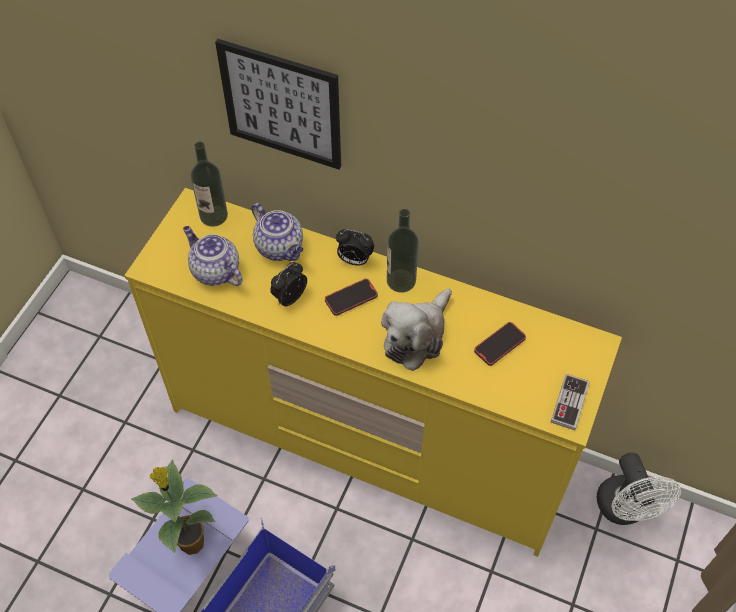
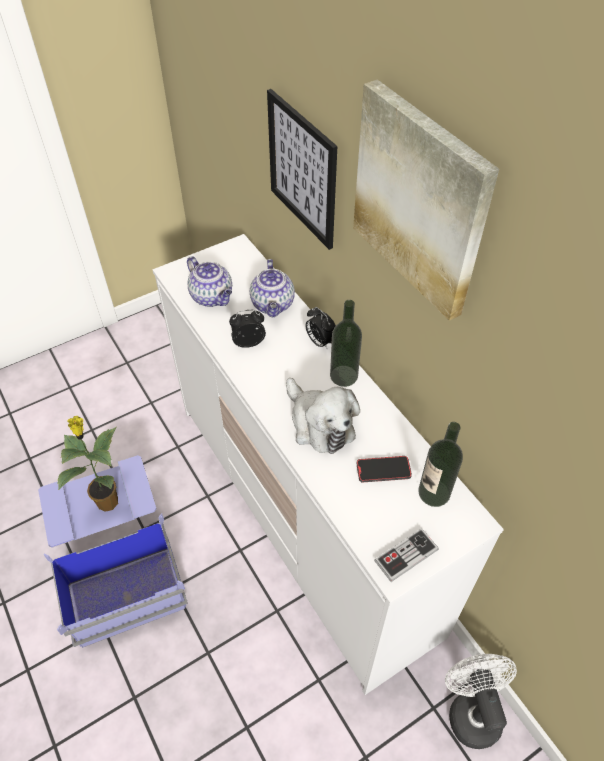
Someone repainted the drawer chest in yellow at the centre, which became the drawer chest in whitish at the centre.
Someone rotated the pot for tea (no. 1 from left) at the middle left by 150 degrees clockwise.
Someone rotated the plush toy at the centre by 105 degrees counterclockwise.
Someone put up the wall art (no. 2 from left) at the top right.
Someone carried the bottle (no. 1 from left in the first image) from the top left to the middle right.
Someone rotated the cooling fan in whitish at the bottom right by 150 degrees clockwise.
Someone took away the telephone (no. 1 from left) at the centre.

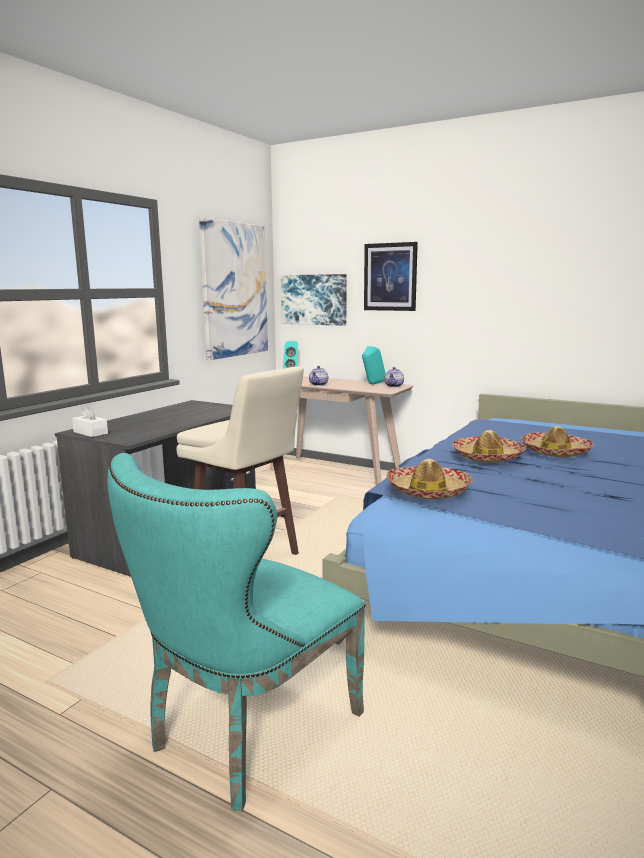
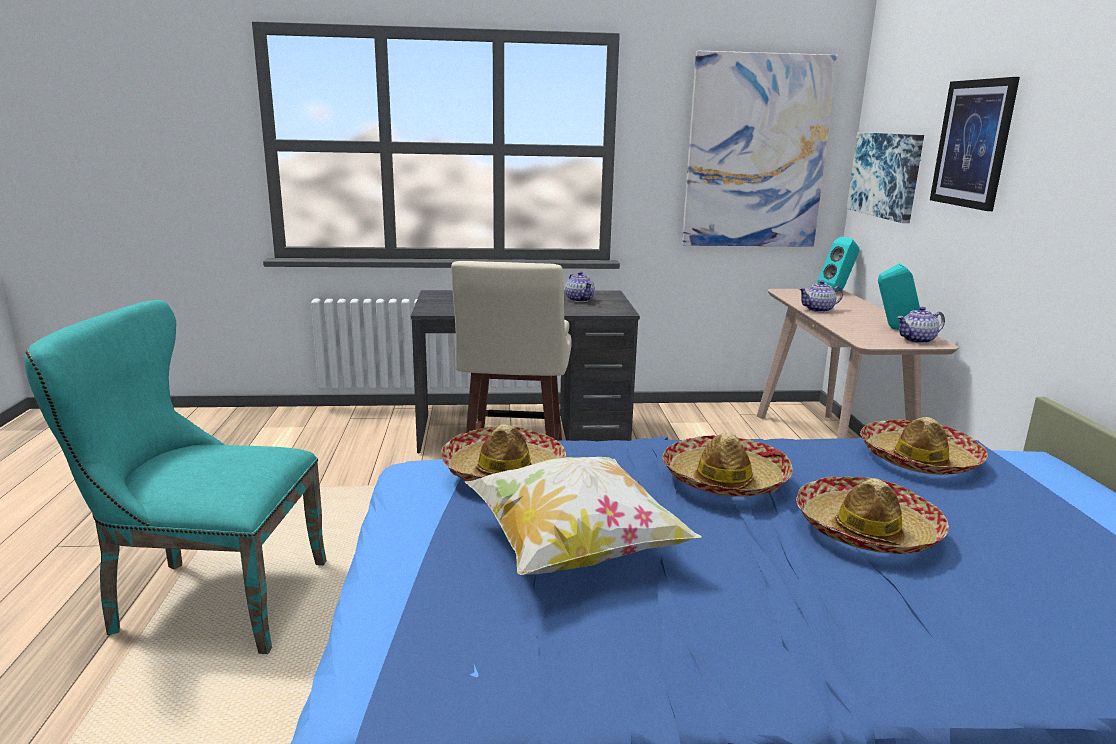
Someone put down the cushion at the bottom centre.
Someone put down the pot for tea (no. 1 from left) at the centre.
Someone put down the clothing hat (no. 4 from left) at the middle right.
Someone took away the tissue holder in whitish at the middle left.

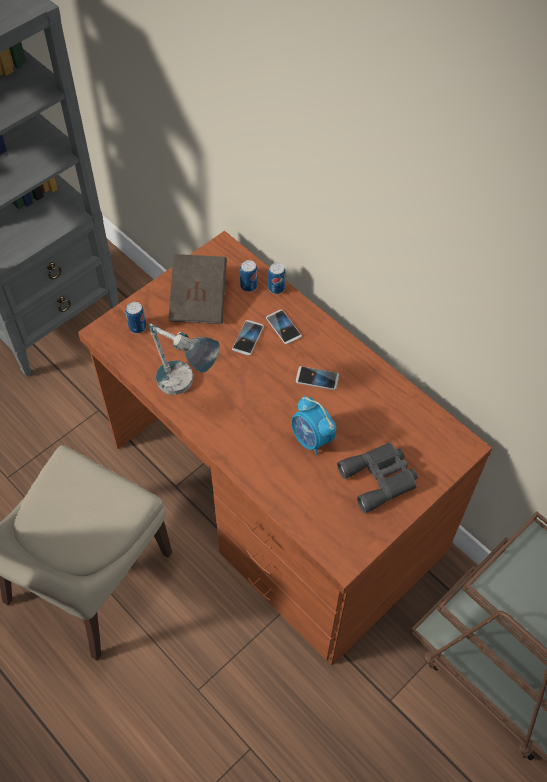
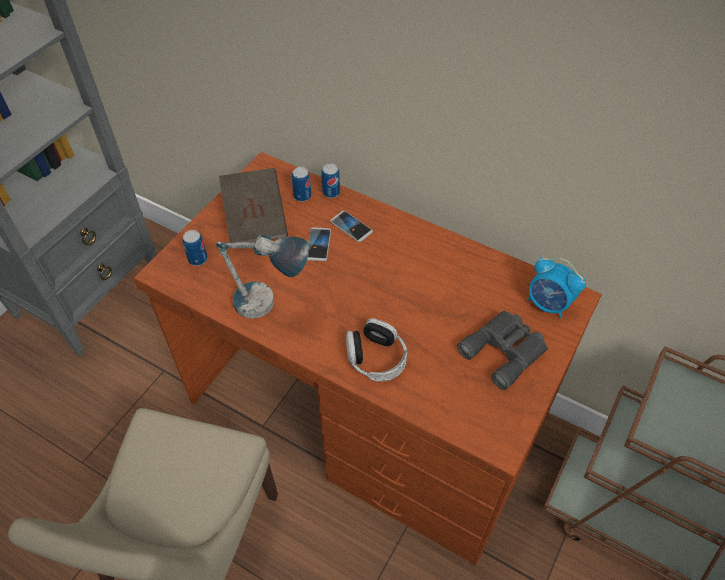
Someone put down the headphones at the centre.
Someone carried the table clock from the centre to the middle right.
Someone took away the telephone (no. 3 from left) at the centre.

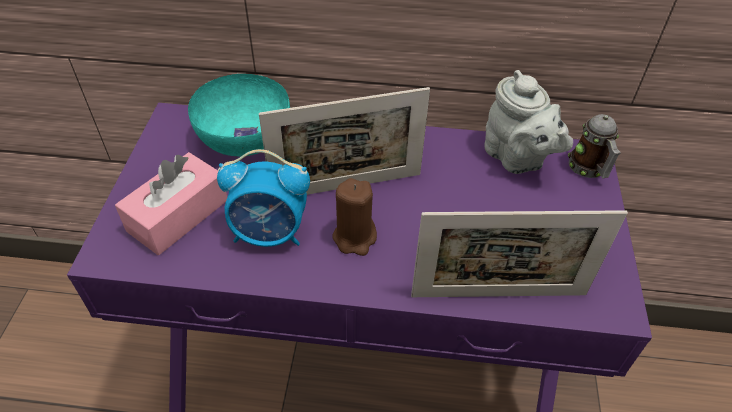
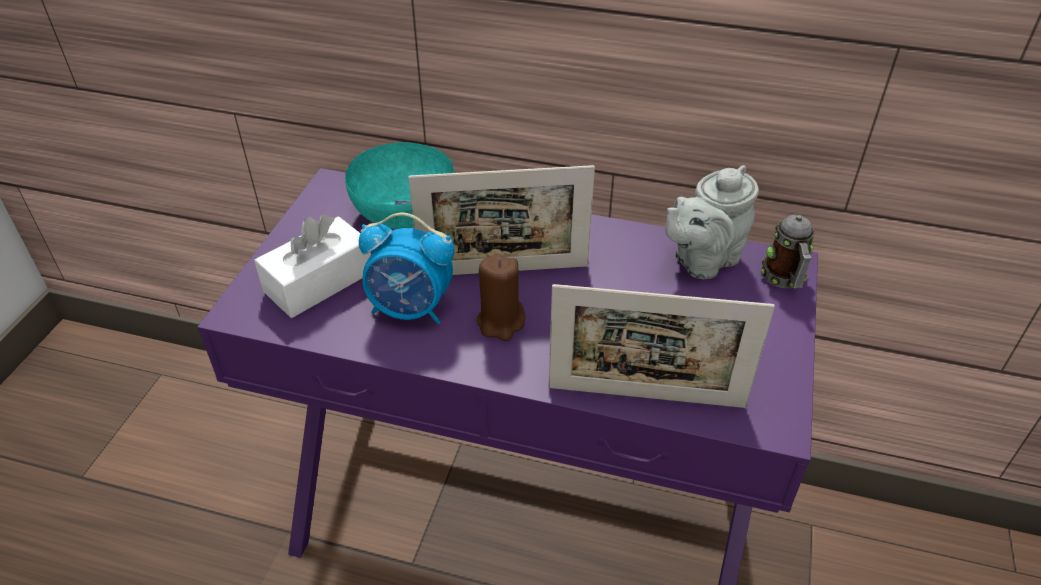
Someone repainted the tissue holder in pink at the middle left, which became the tissue holder in whitish at the middle left.
Someone rotated the pot for tea in gray at the top right by 75 degrees clockwise.

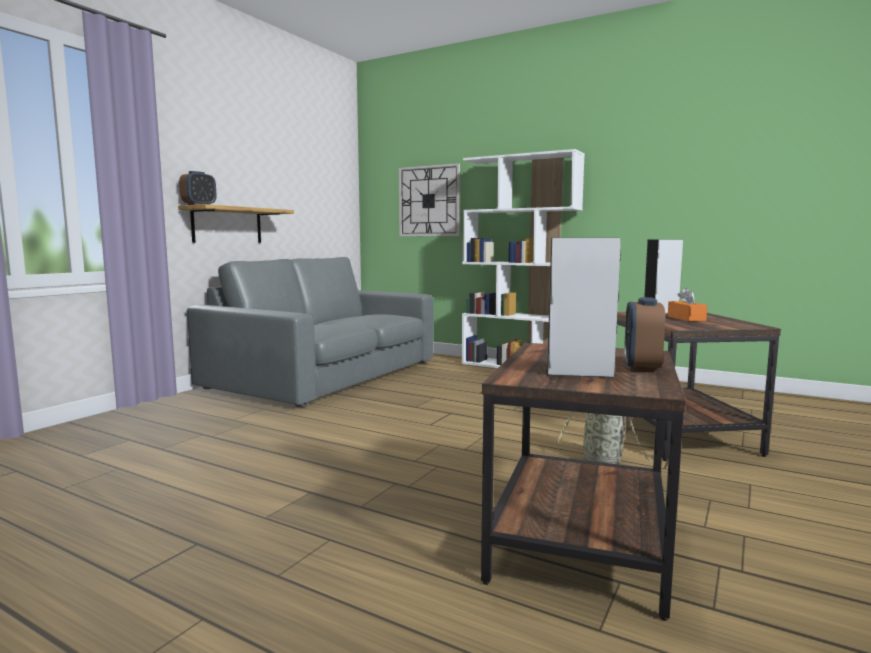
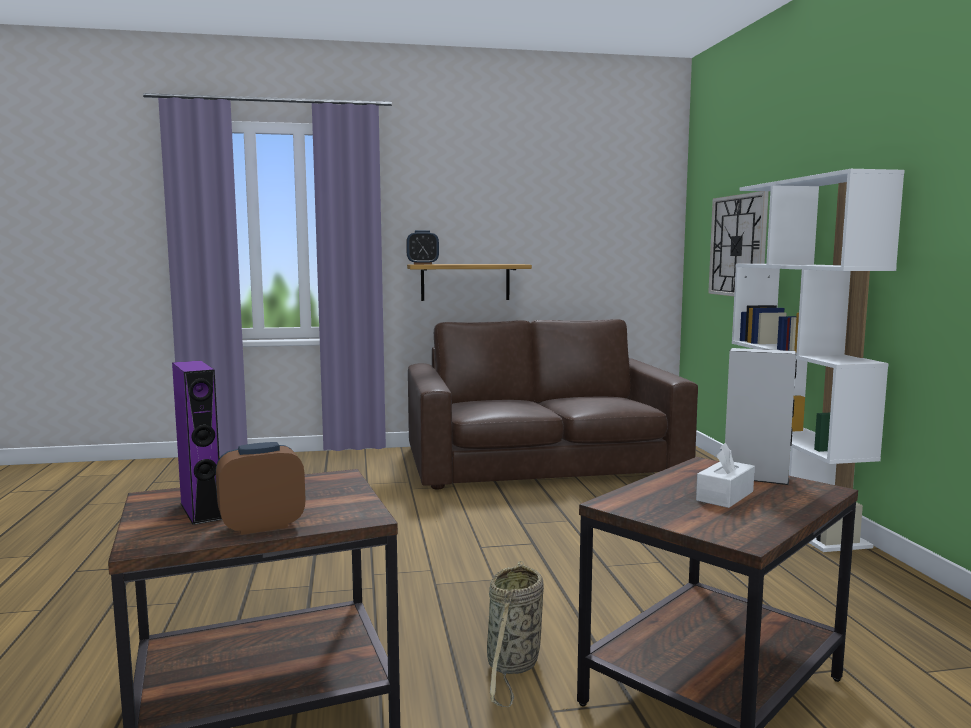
Someone repainted the loudspeaker in gray (no. 1 from left) at the middle right, which became the loudspeaker in purple at the middle left.
Someone repainted the sofa in gray at the centre, which became the sofa in brown at the centre.
Someone repainted the tissue holder in orangey at the middle right, which became the tissue holder in whitish at the middle right.

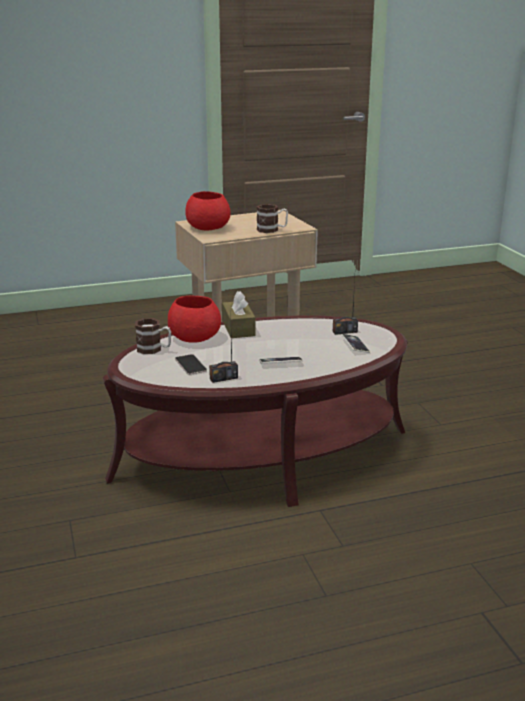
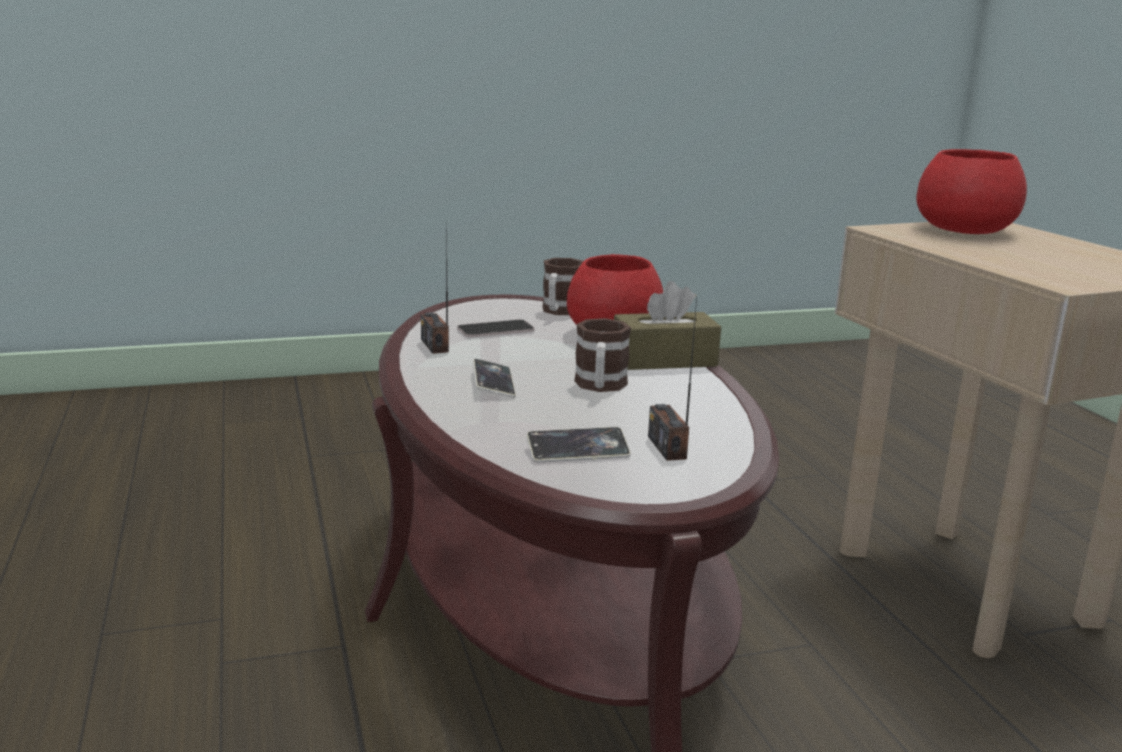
Someone carried the tea mug (no. 2 from left) from the top centre to the centre.

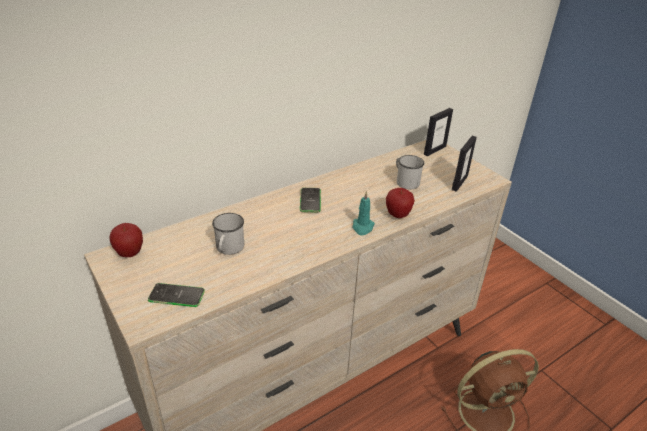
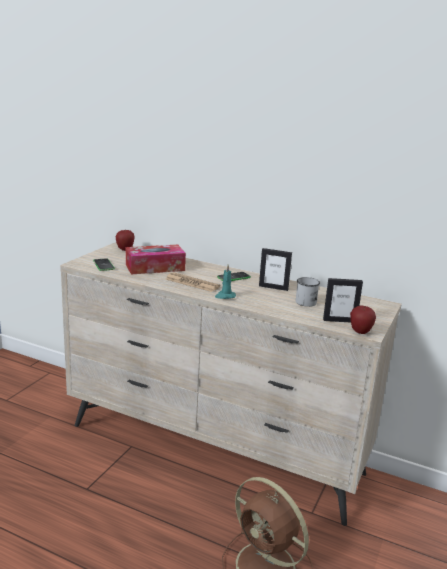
Someone swapped the tea mug in whitish (no. 1 from left) at the centre for the tissue holder at the centre.
Someone put down the newspaper at the centre.
Someone carried the photo frame (no. 1 from left) from the top right to the centre.
Someone carried the whole apple (no. 2 from left) from the centre to the middle right.

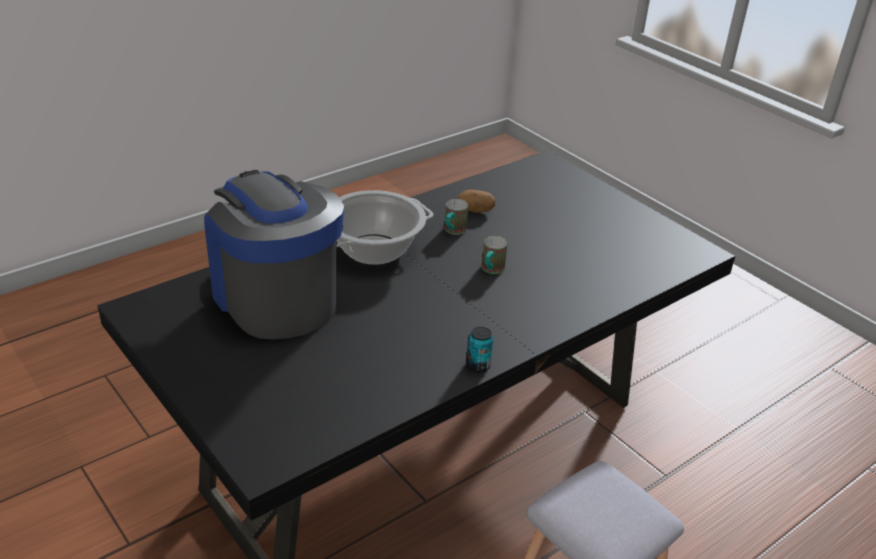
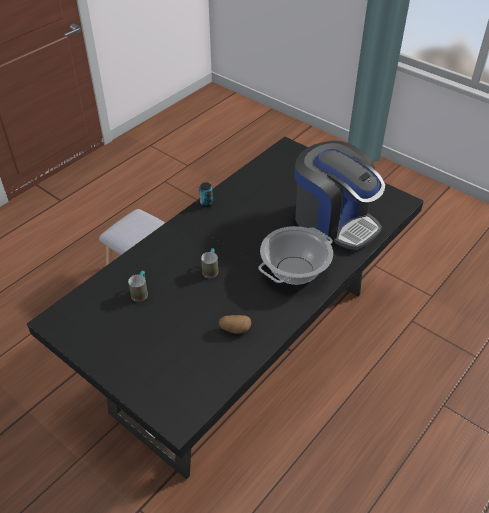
Someone carried the tea mug (no. 1 from left) from the centre to the middle left.

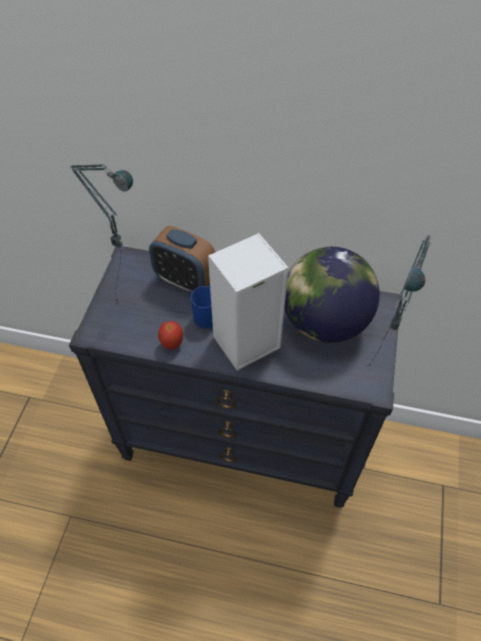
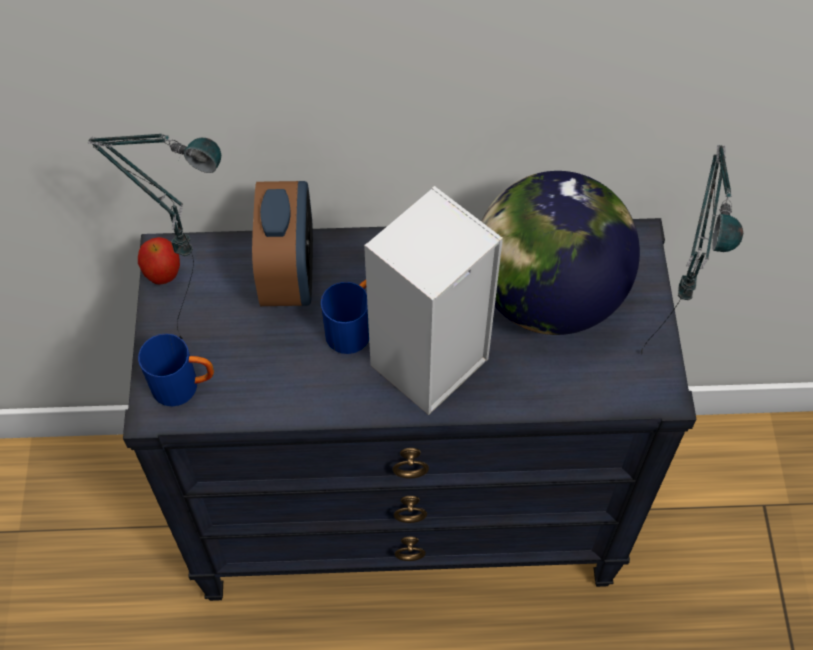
Someone carried the whole apple from the centre to the middle left.
Someone put down the tea mug in blue-coloured (no. 1 from left) at the middle left.
Someone rotated the table clock at the centre by 105 degrees counterclockwise.

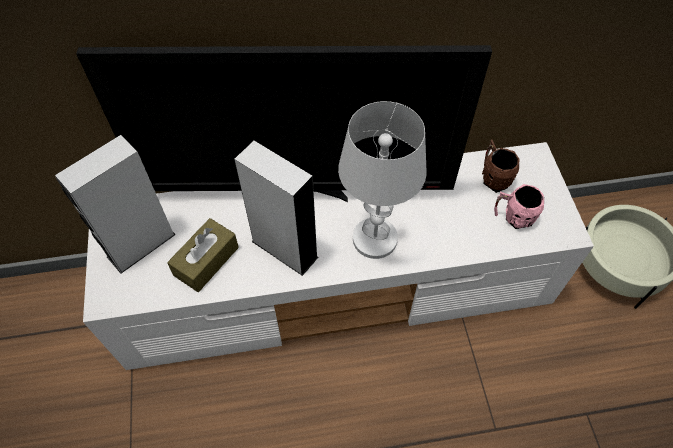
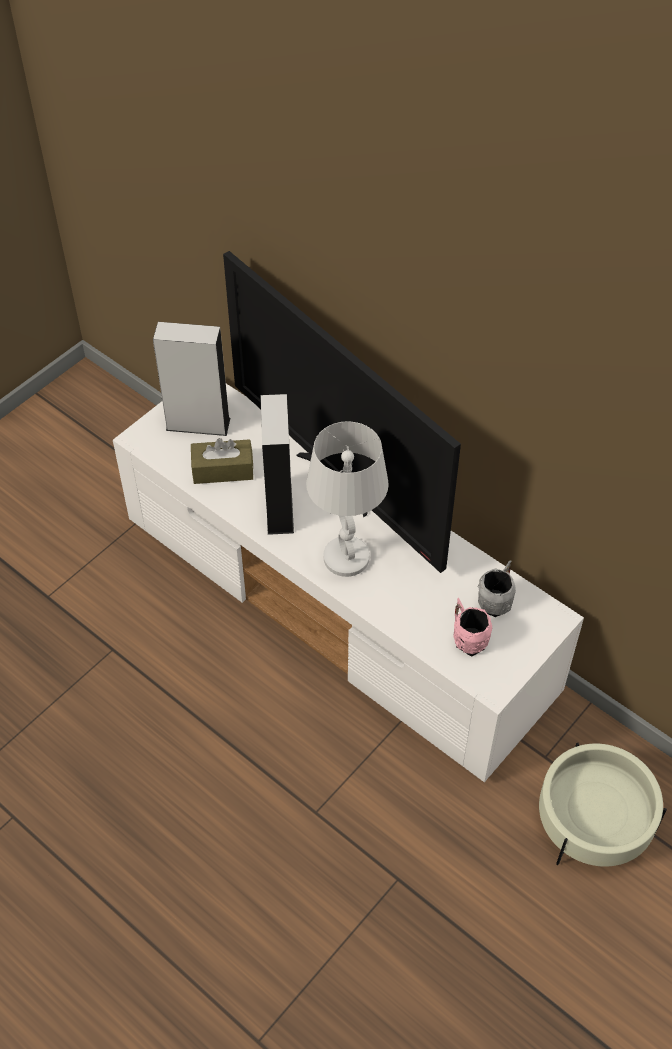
Someone repainted the tea mug in brown at the middle right, which became the tea mug in gray at the middle right.

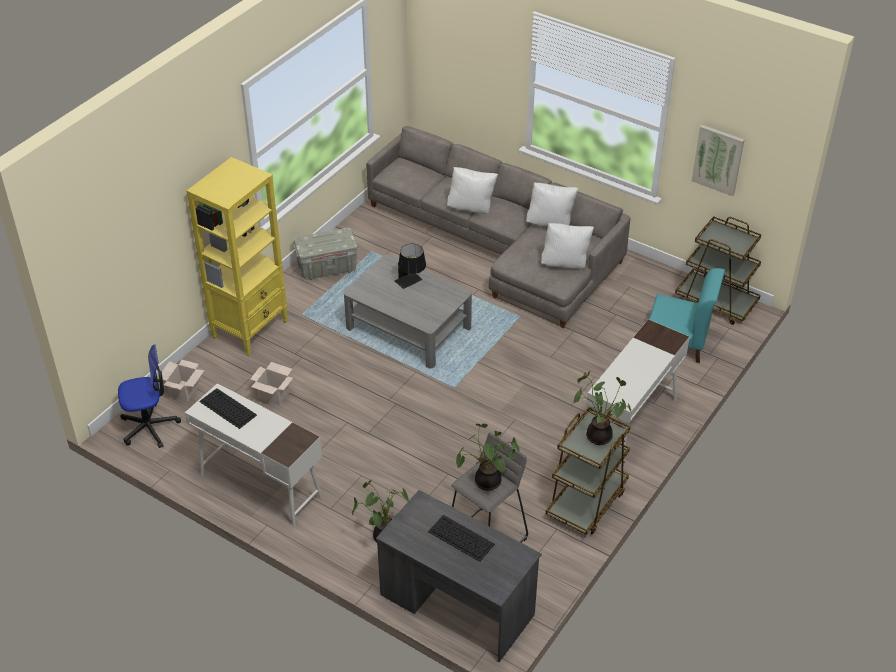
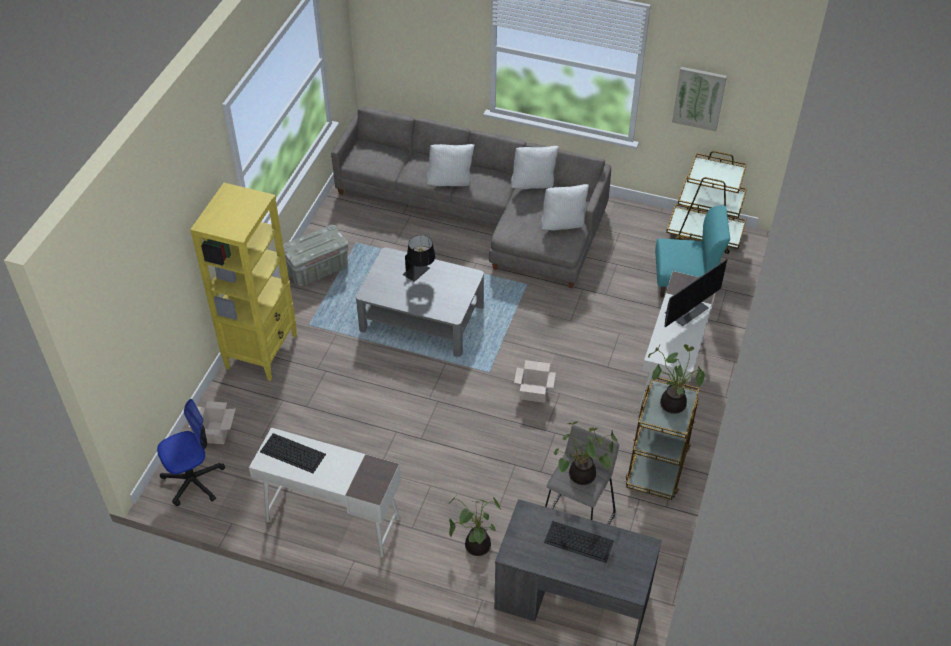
Someone carried the cardboard box (no. 2 from left) from the middle left to the centre.
Someone put down the computer display at the middle right.

